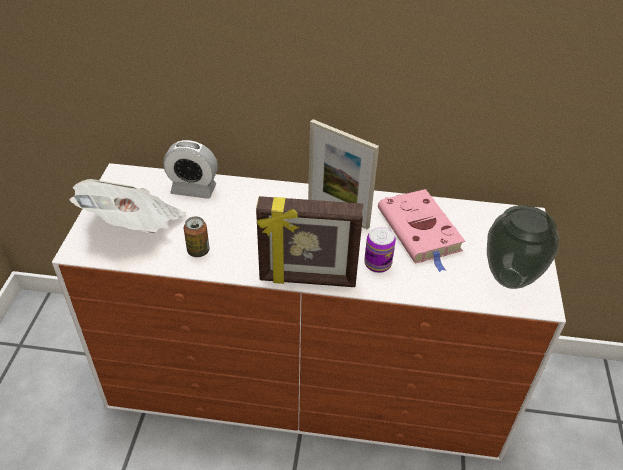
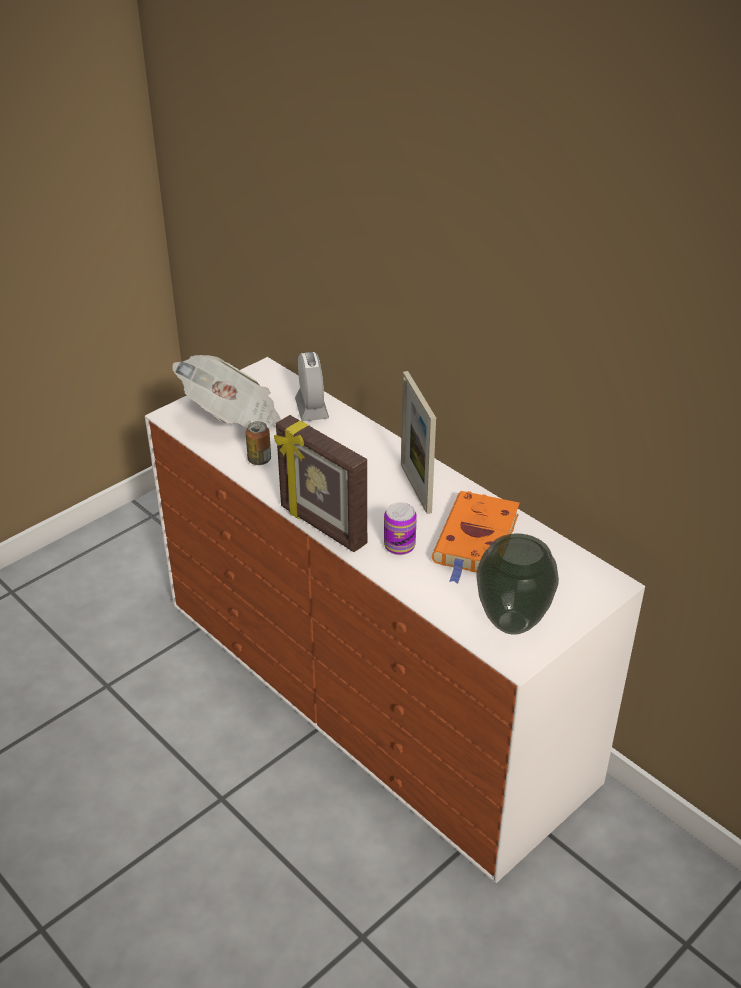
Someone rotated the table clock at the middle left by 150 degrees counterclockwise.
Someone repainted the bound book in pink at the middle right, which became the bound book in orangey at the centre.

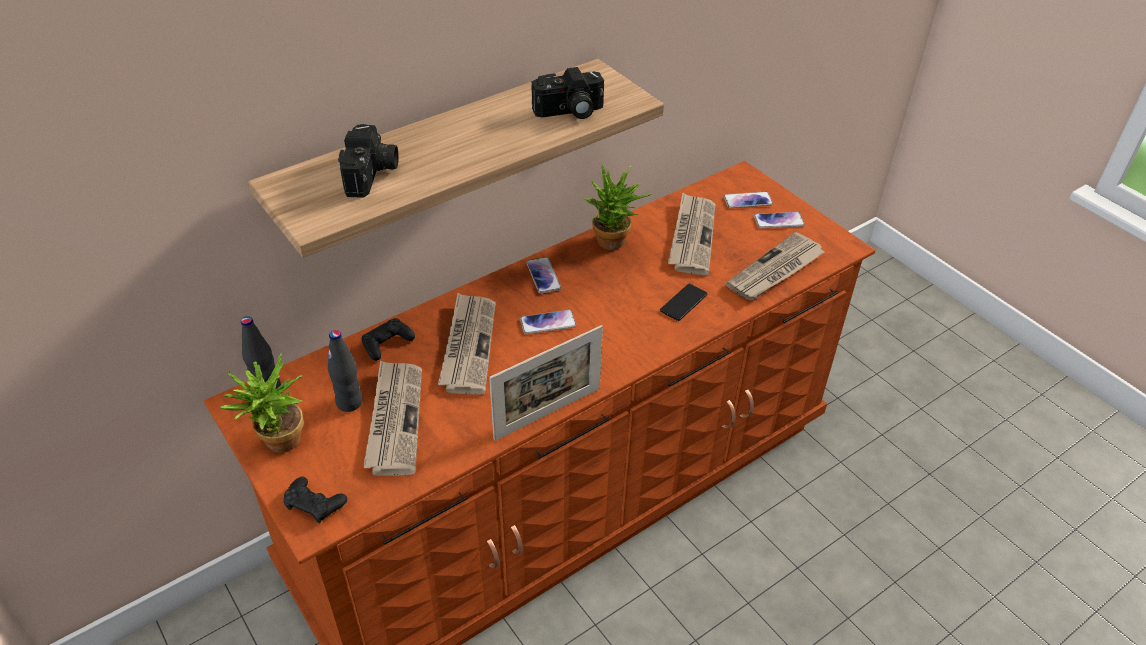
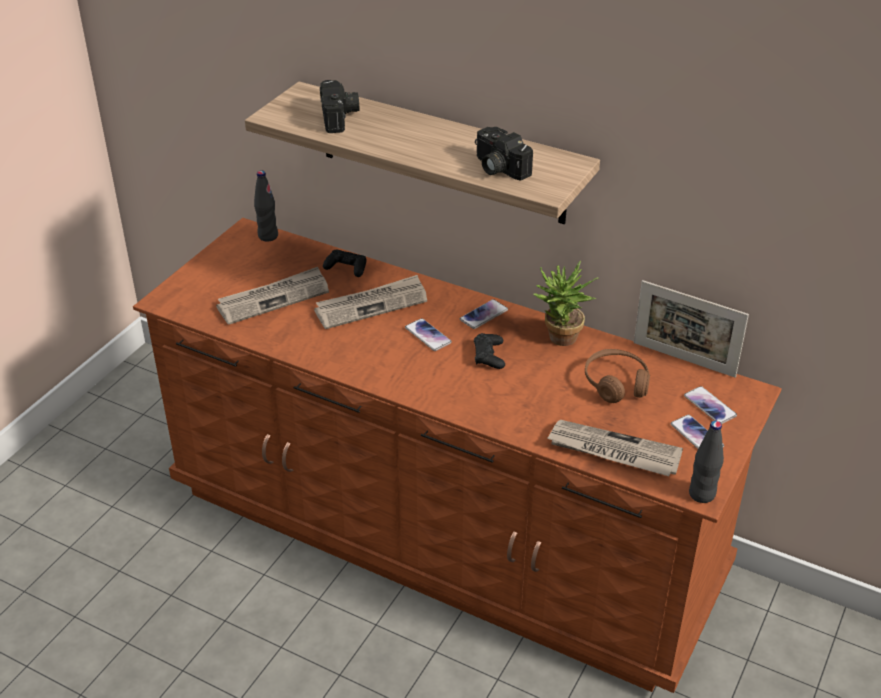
Someone rotated the still camera (no. 1 from left) at the top left by 75 degrees counterclockwise.
Someone carried the gamepad in blackish (no. 1 from left in the first image) from the bottom left to the centre.
Someone swapped the newspaper (no. 3 from left) at the centre for the headphones in brown at the middle right.
Someone carried the photo frame from the centre to the middle right.
Someone carried the bottle in blackish (no. 2 from left) from the middle left to the middle right.
Someone took away the houseplant (no. 1 from left) at the middle left.
Someone took away the telephone (no. 3 from left) at the centre.

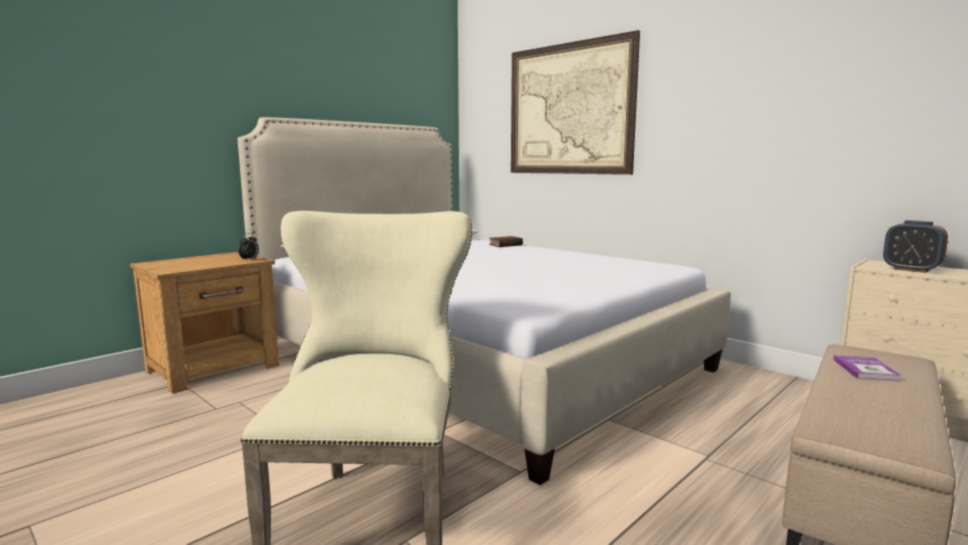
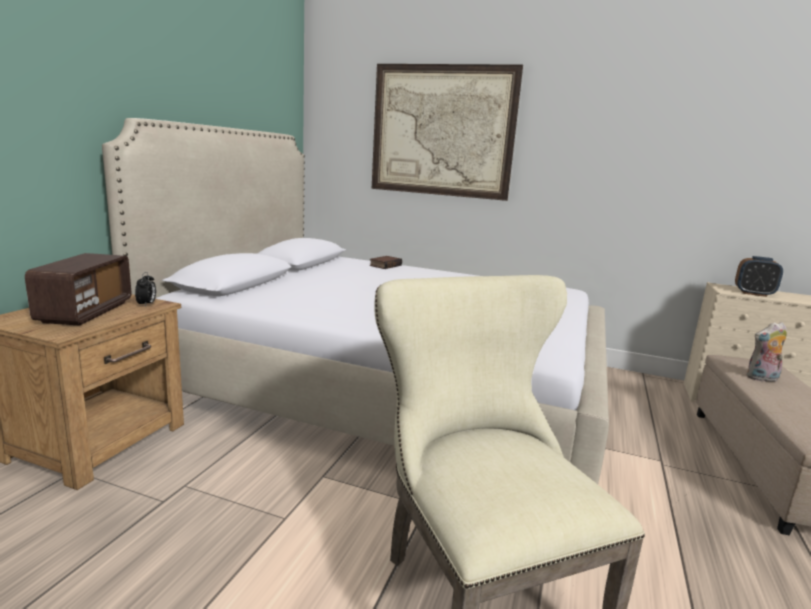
Someone put down the radio at the middle left.
Someone swapped the bound book (no. 2 from left) at the bottom right for the plush toy at the middle right.

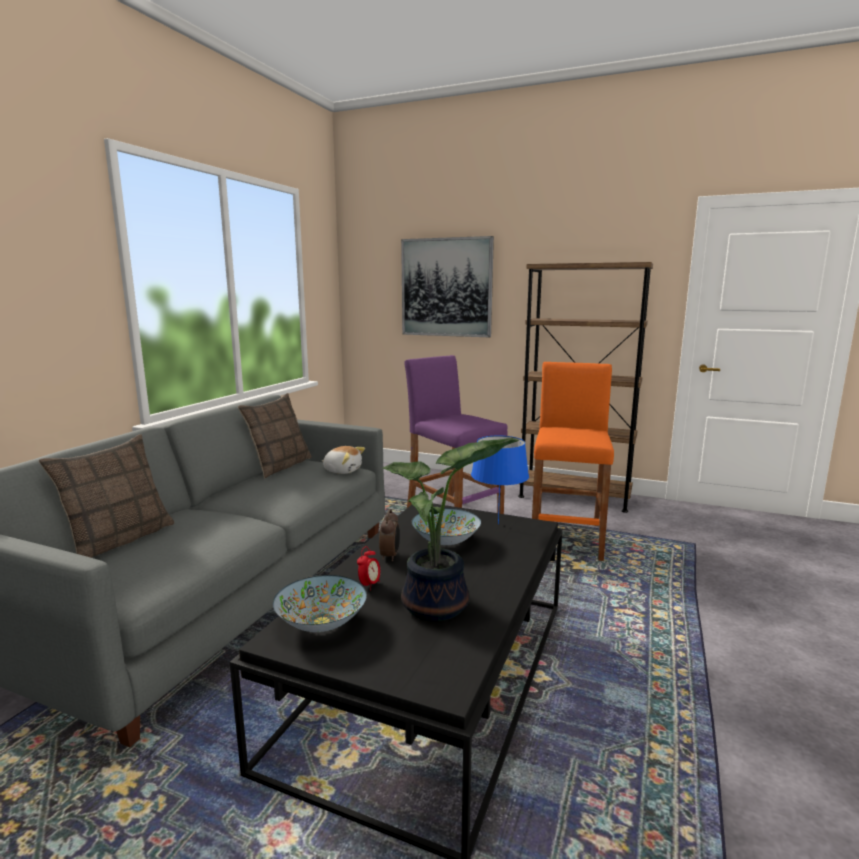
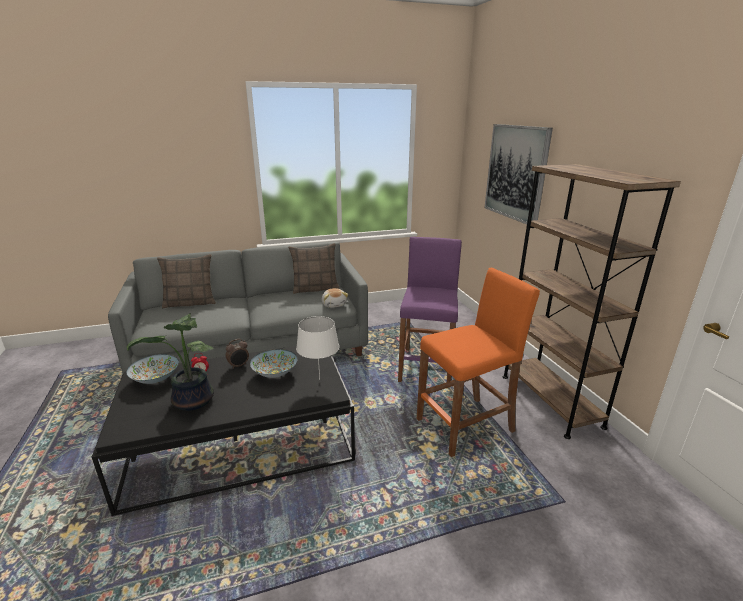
Someone repainted the table lamp in blue-coloured at the centre, which became the table lamp in whitish at the centre.

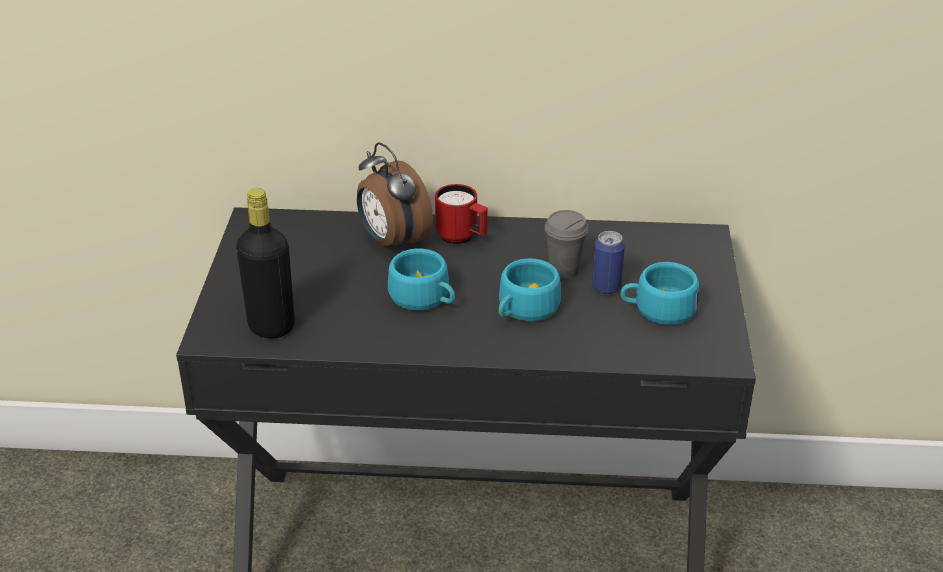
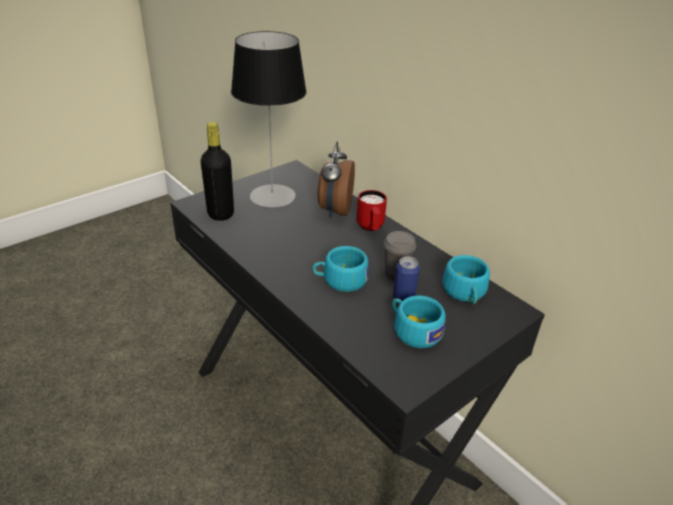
Someone put down the table lamp at the top centre.
Someone carried the small cup in blue-green (no. 1 from left in the first image) from the centre to the middle right.

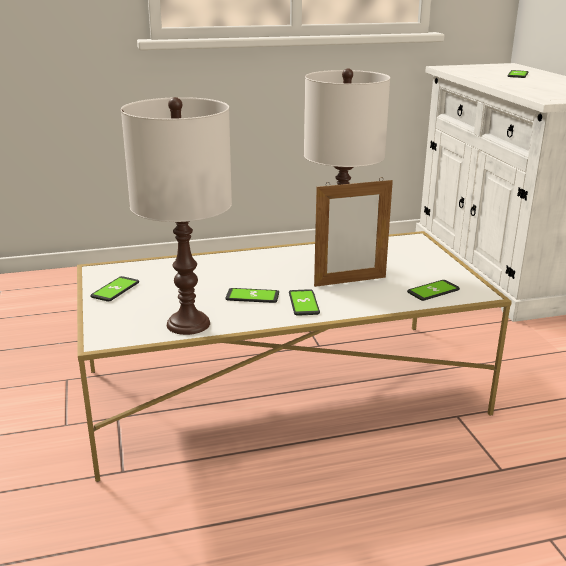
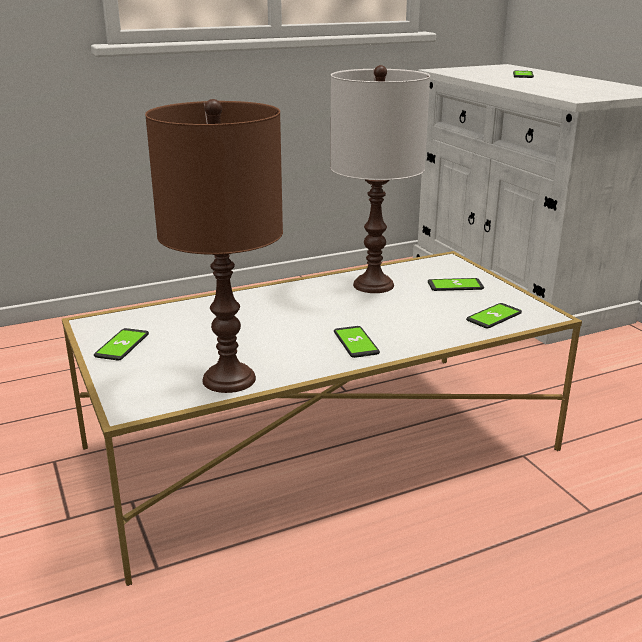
Someone repainted the table lamp in whitish (no. 1 from left) at the middle left, which became the table lamp in brown at the centre.
Someone carried the telephone (no. 2 from left in the first image) from the centre to the middle right.
Someone took away the photo frame at the centre.

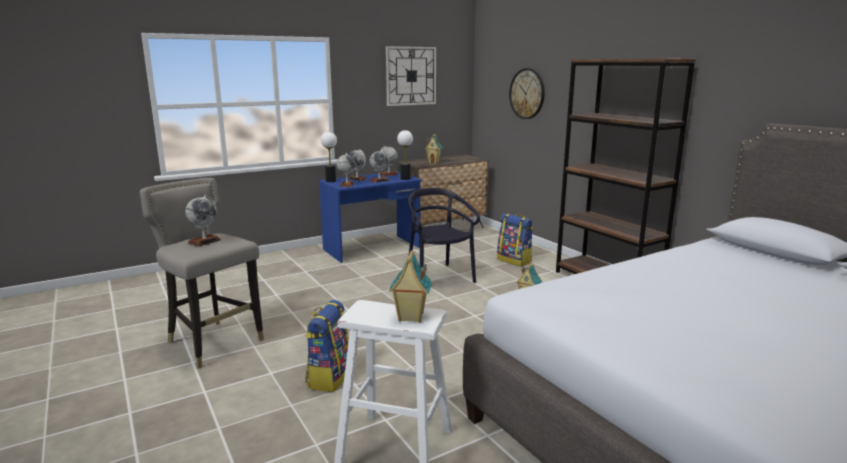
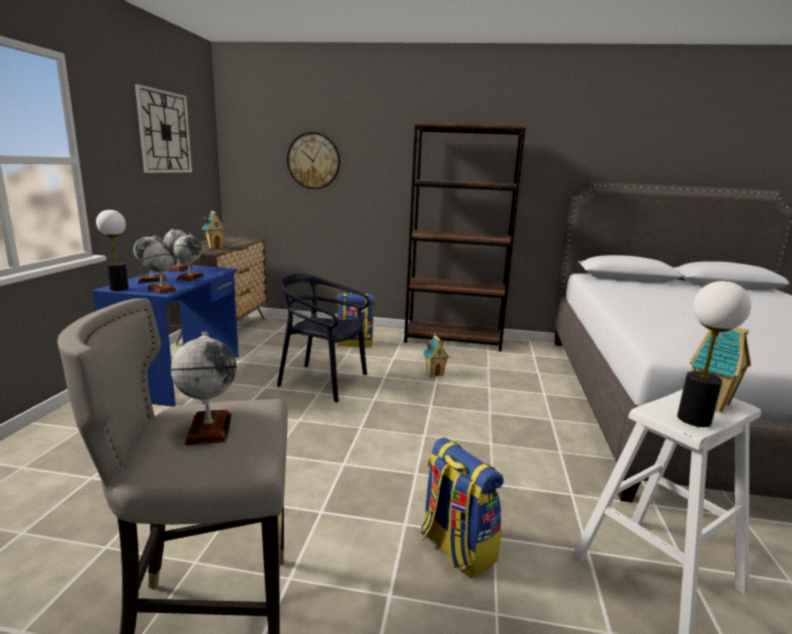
Someone carried the table lamp (no. 2 from left) from the centre to the middle right.

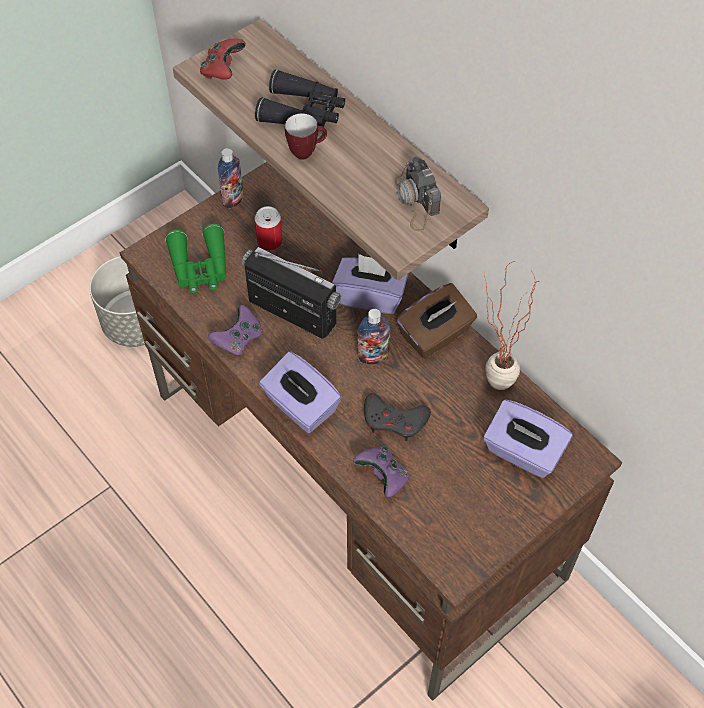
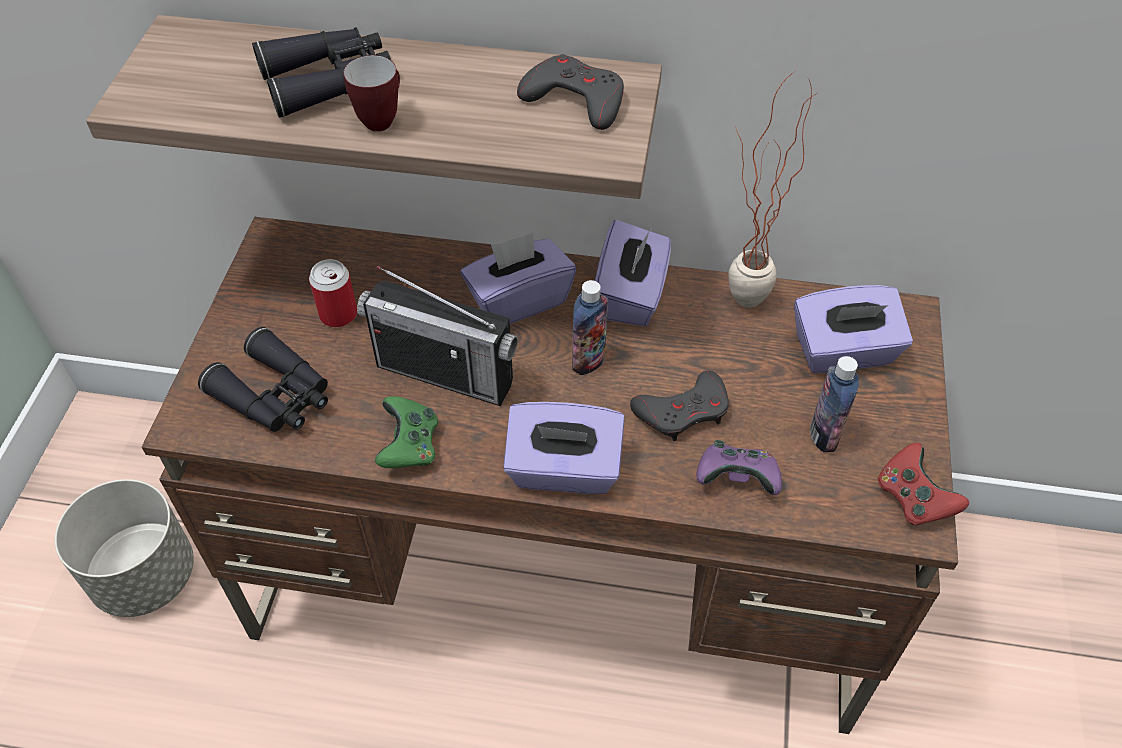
Someone repainted the pair of binoculars in green at the middle left, which became the pair of binoculars in blackish (no. 1 from left) at the middle left.
Someone rotated the radio at the centre by 150 degrees counterclockwise.
Someone repainted the gamepad in purple (no. 1 from left) at the centre, which became the gamepad in green at the centre.
Someone swapped the still camera at the top centre for the gamepad in gray (no. 1 from left) at the top centre.
Someone repainted the tissue holder in brown at the centre, which became the tissue holder in purple (no. 3 from left) at the centre.
Someone carried the bottle (no. 1 from left in the first image) from the top left to the middle right.
Someone carried the gamepad in red-coloured from the top left to the middle right.

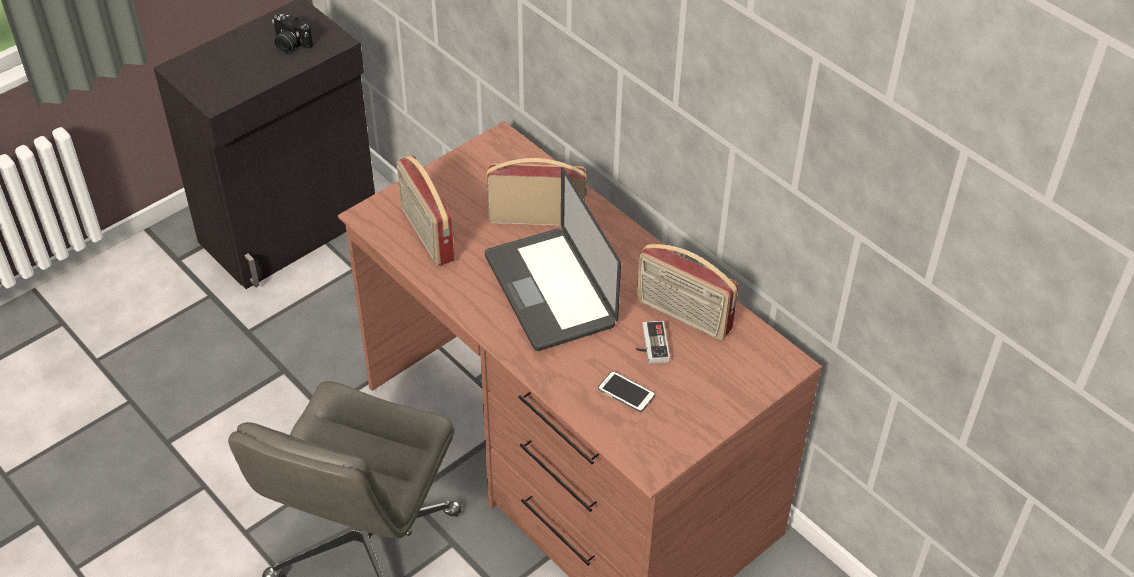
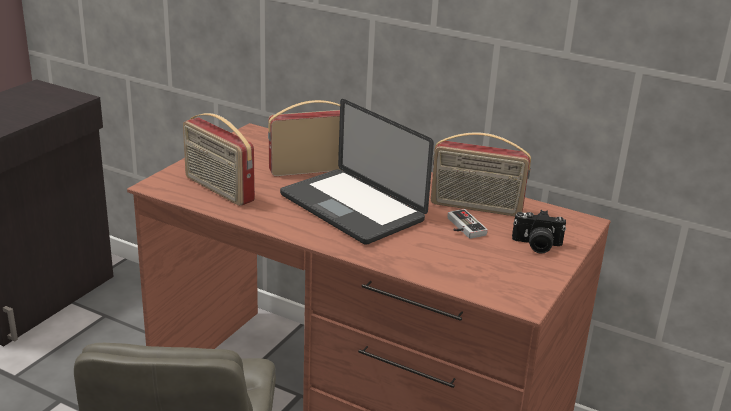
Someone carried the still camera from the top left to the middle right.
Someone took away the telephone at the bottom centre.

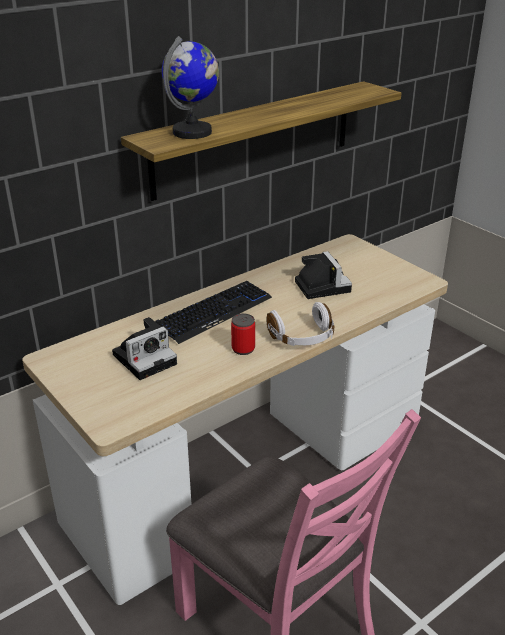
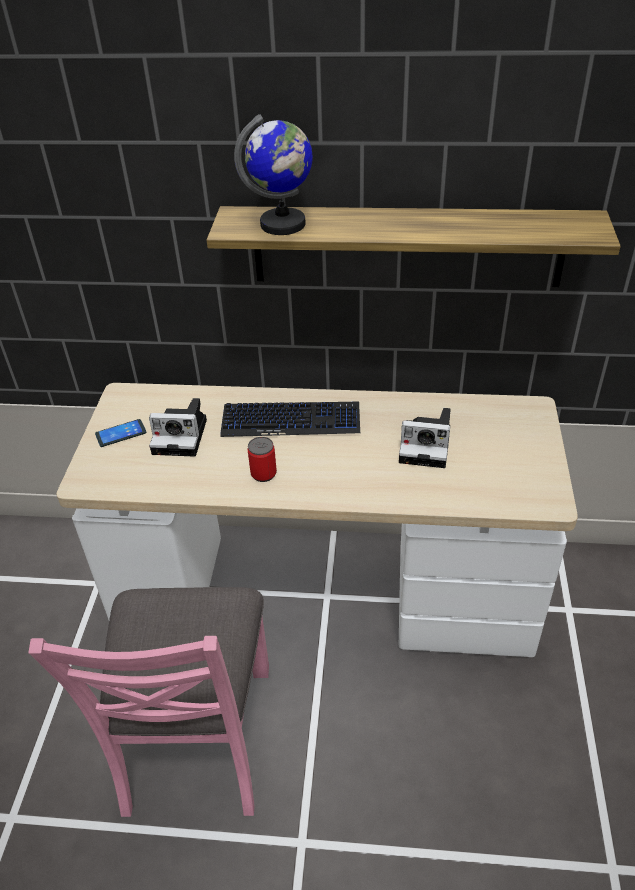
Someone put down the telephone at the middle left.
Someone rotated the still camera (no. 2 from left) at the centre by 75 degrees clockwise.
Someone took away the headphones in whitish at the centre.

